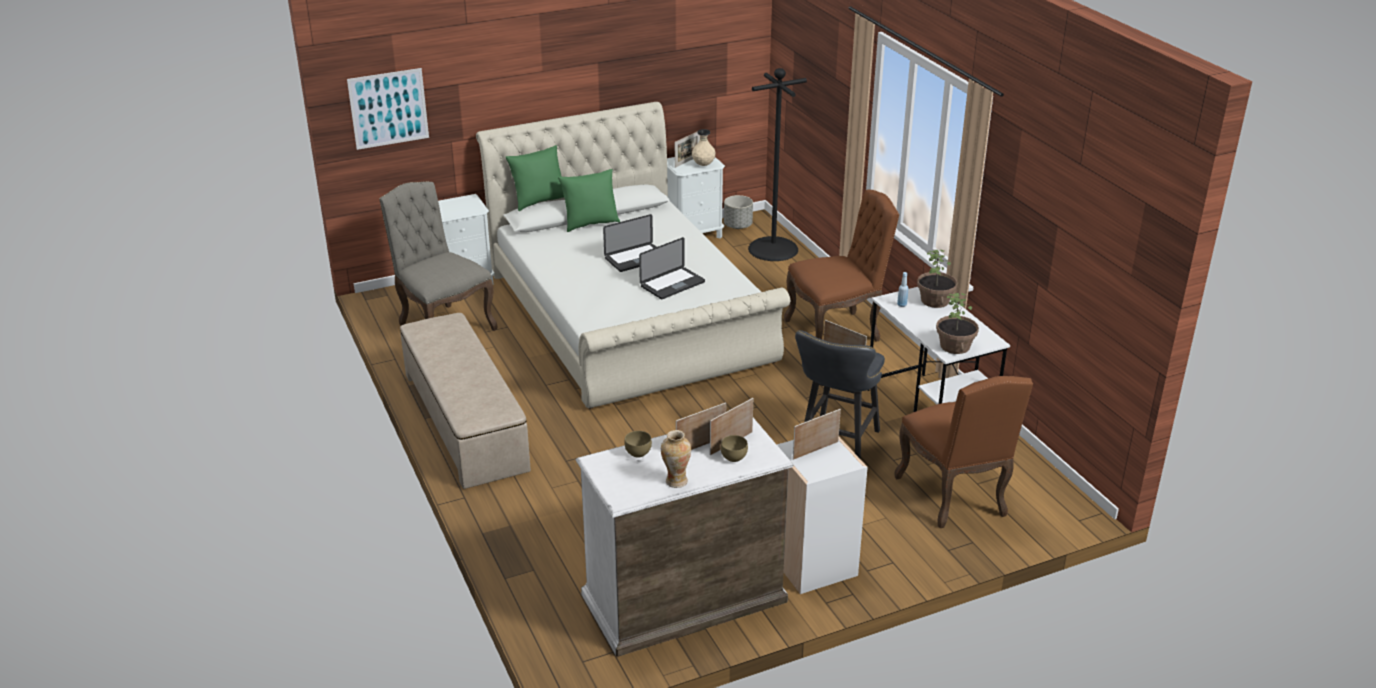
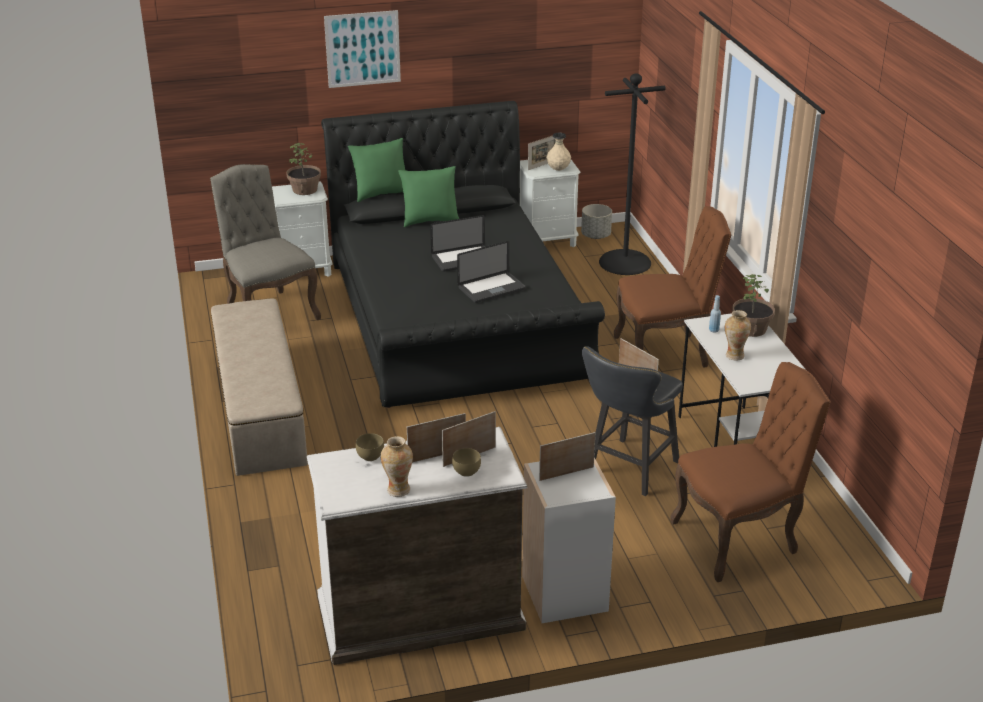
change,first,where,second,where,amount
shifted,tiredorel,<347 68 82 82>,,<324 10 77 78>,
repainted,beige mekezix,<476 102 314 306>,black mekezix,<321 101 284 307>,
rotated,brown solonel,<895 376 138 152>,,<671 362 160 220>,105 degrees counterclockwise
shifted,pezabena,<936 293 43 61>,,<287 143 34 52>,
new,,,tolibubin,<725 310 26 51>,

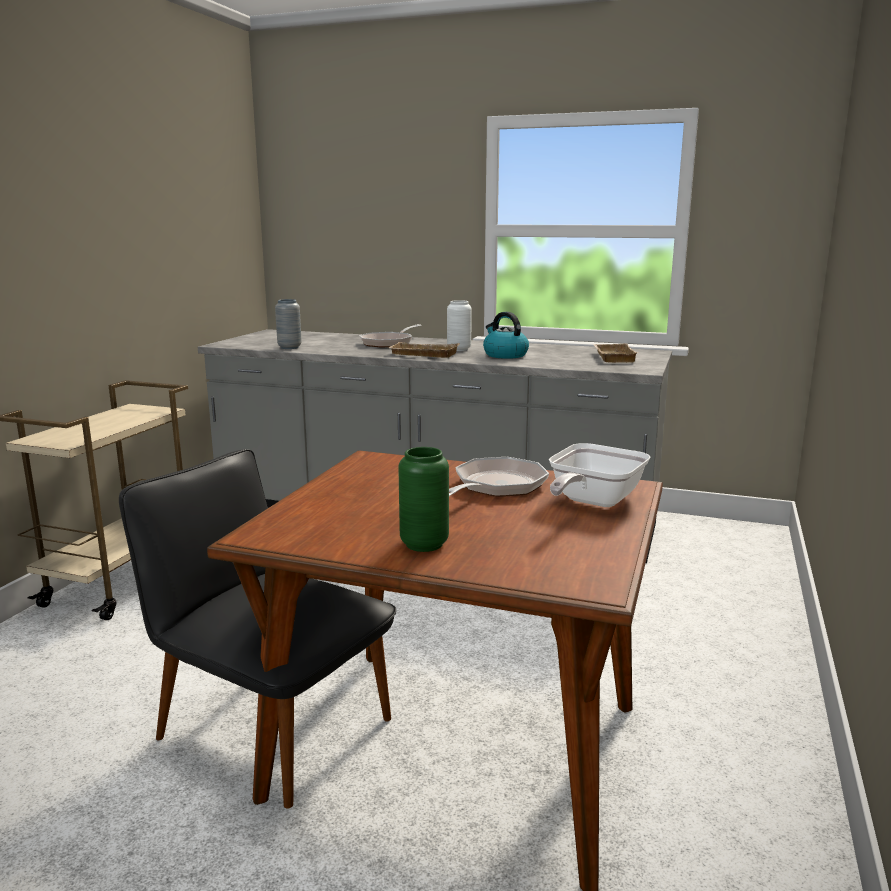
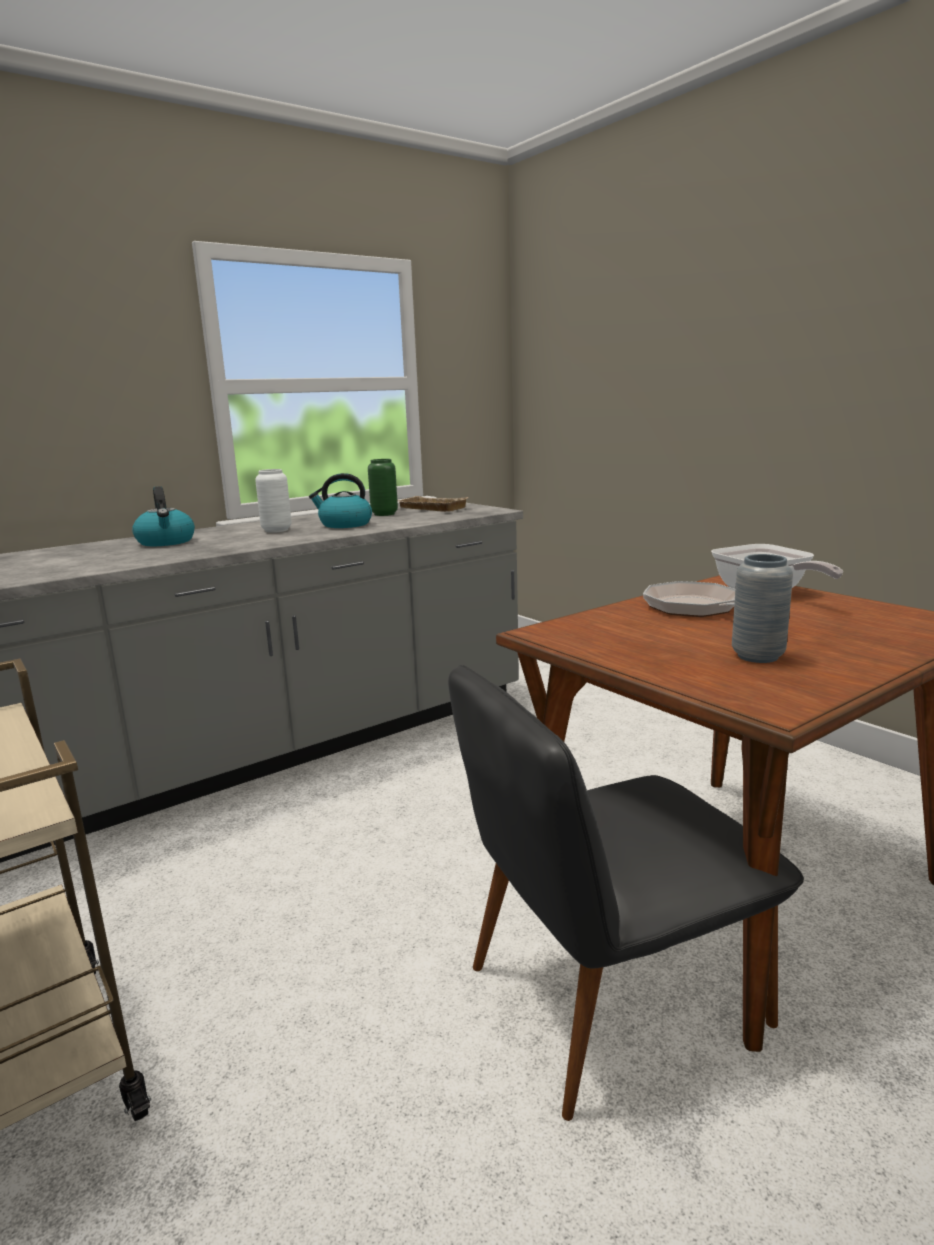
change,first,where,second,where,amount
shifted,grey tolibubin,<275 299 27 50>,,<732 554 61 109>,
swapped,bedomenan,<359 324 63 24>,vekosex,<132 486 63 60>,
gone,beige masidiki,<388 342 72 16>,,,
shifted,green tolibubin,<398 447 51 105>,,<368 459 30 57>,

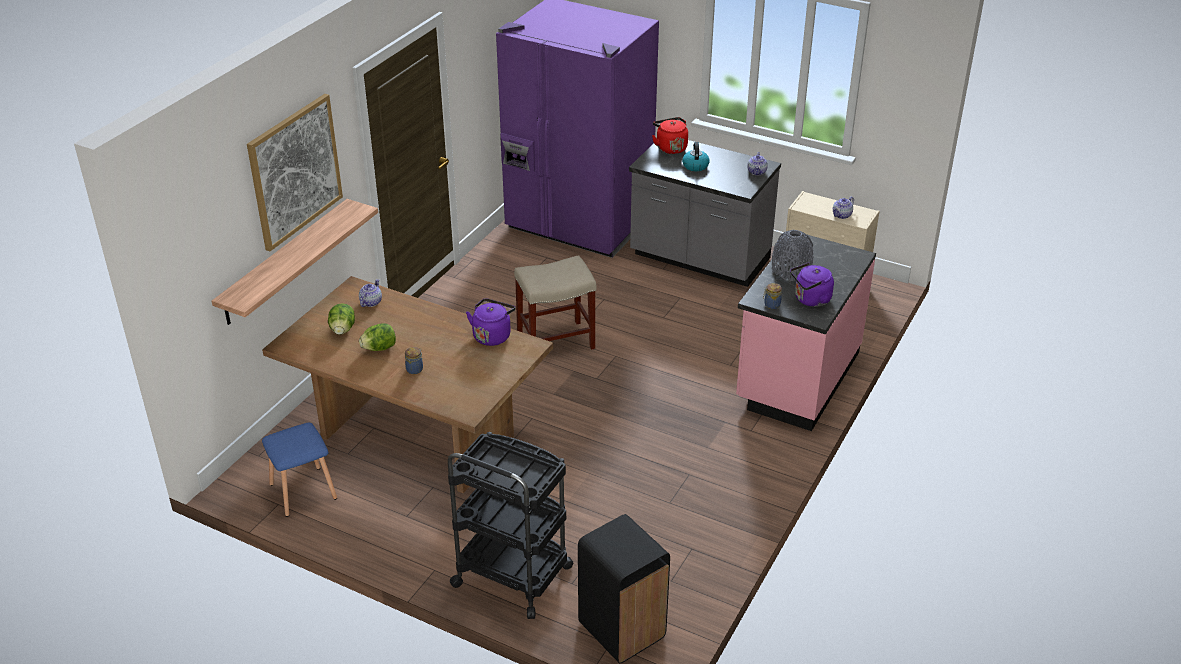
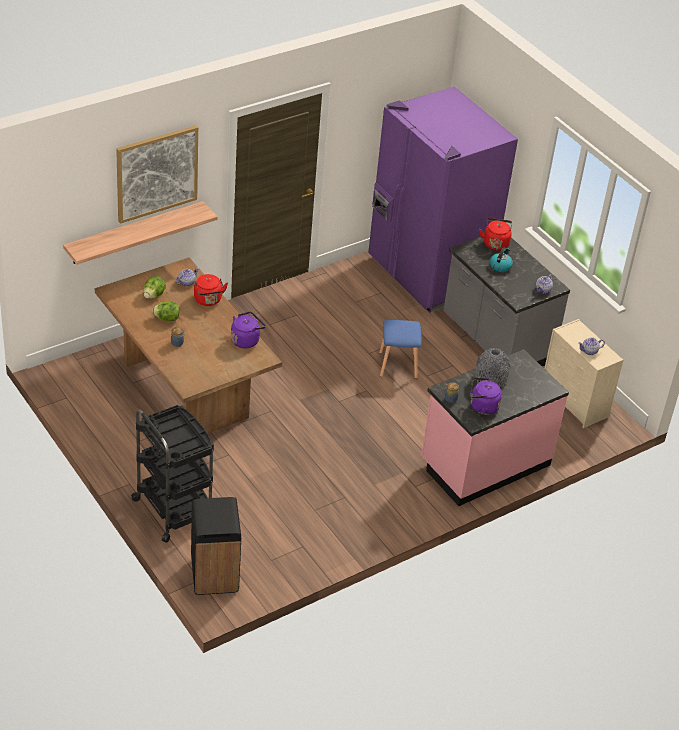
change,first,where,second,where,amount
shifted,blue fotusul,<262 423 75 94>,,<379 320 43 59>,
gone,beige fotusul,<514 255 83 95>,,,
new,,,red vekosex,<194 274 34 32>,

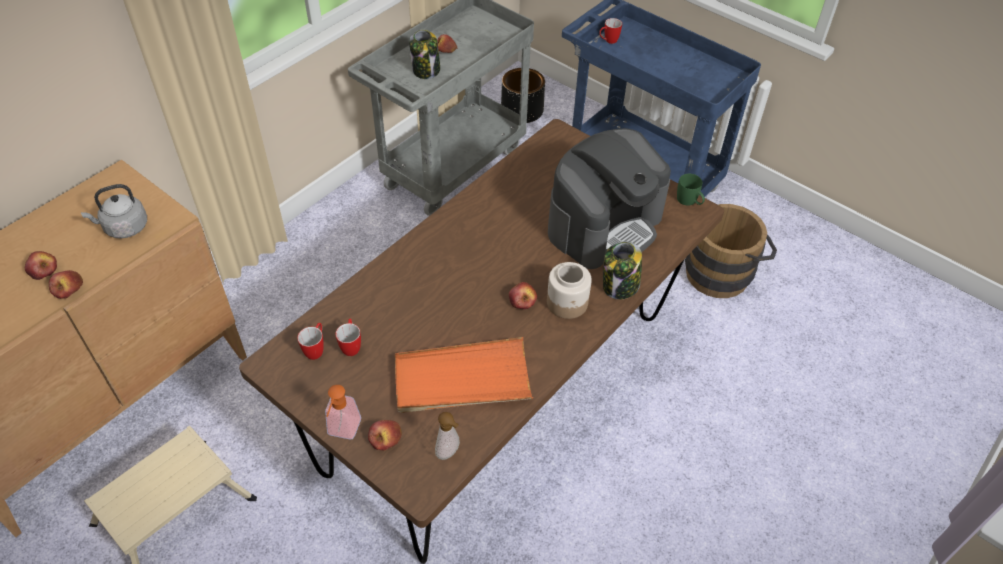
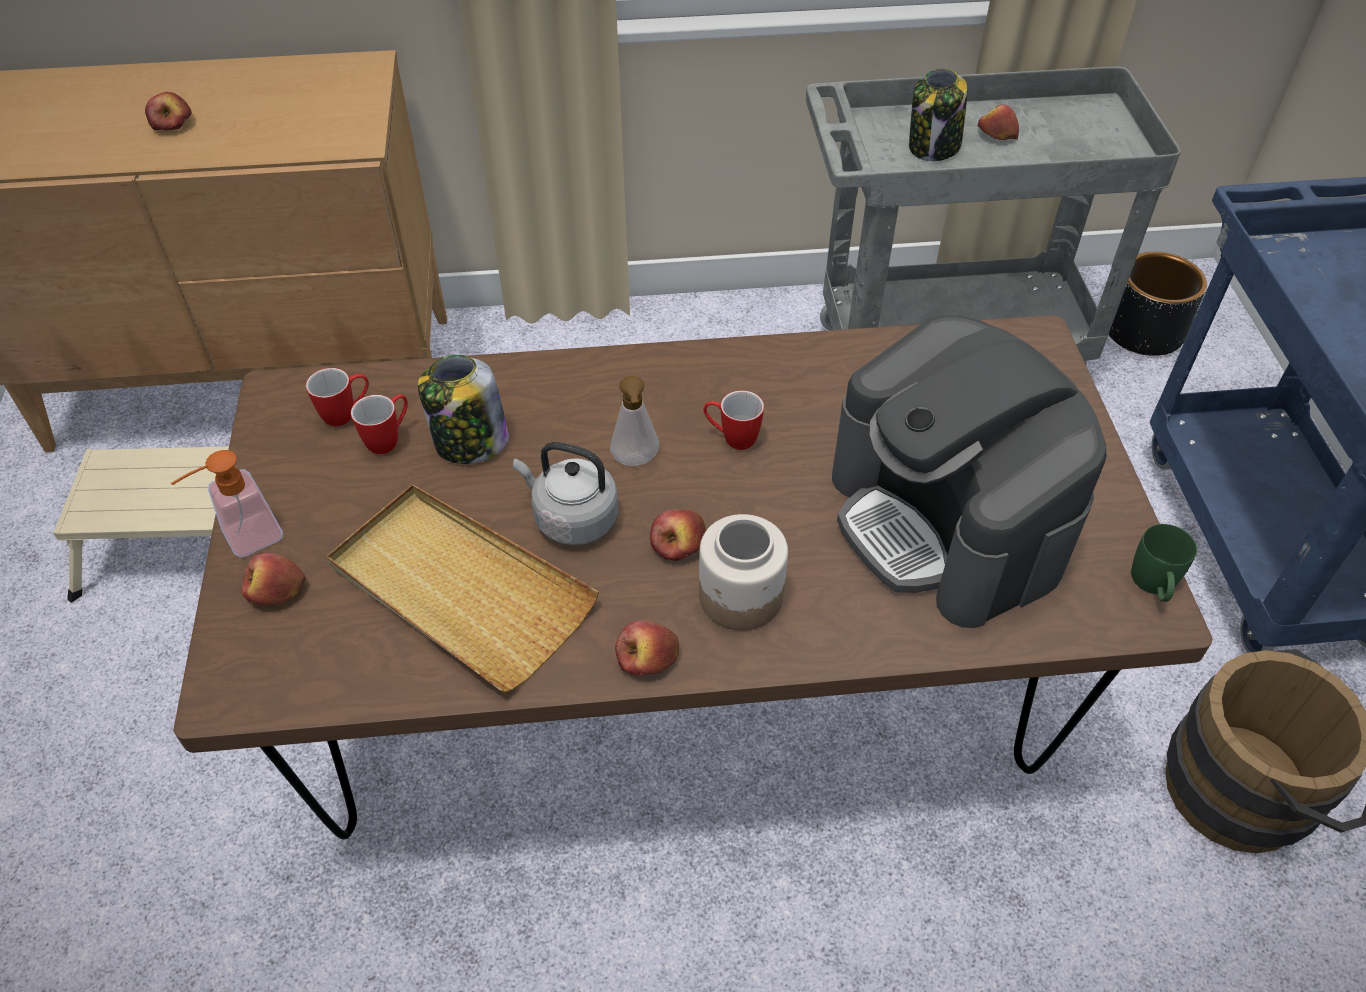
change,first,where,second,where,amount
shifted,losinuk,<49 270 34 29>,,<615 620 64 56>,
shifted,grey vekosex,<81 184 66 54>,,<513 442 106 103>,
repainted,orange masidiki,<395 337 138 76>,beige masidiki,<326 484 273 209>,
shifted,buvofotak,<435 412 25 48>,,<610 376 49 90>,
rotated,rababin,<548 128 123 141>,,<832 315 275 313>,60 degrees clockwise
shifted,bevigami,<599 18 23 26>,,<704 390 60 60>,
shifted,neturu,<603 242 39 57>,,<418 355 91 109>,

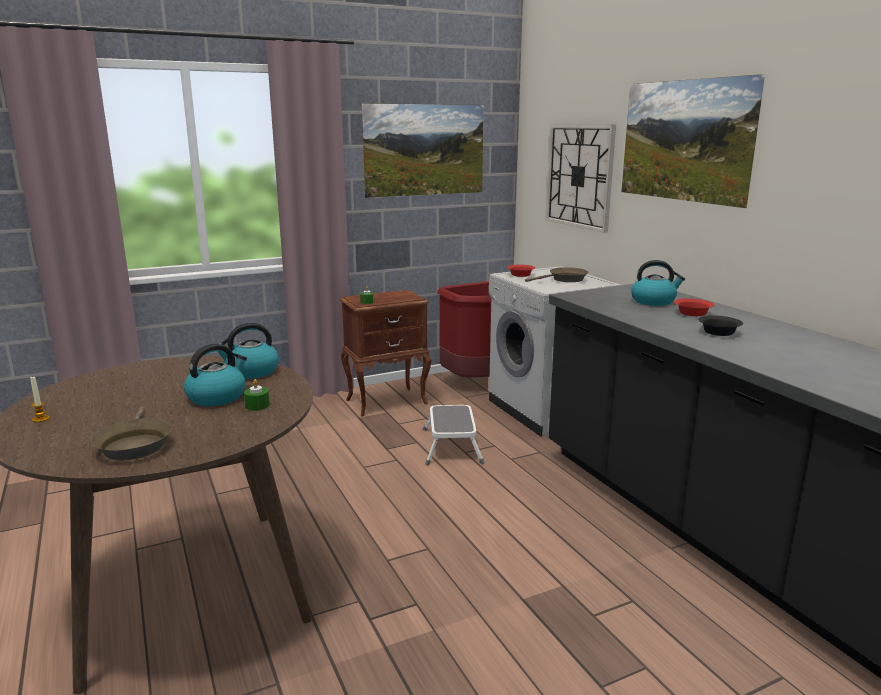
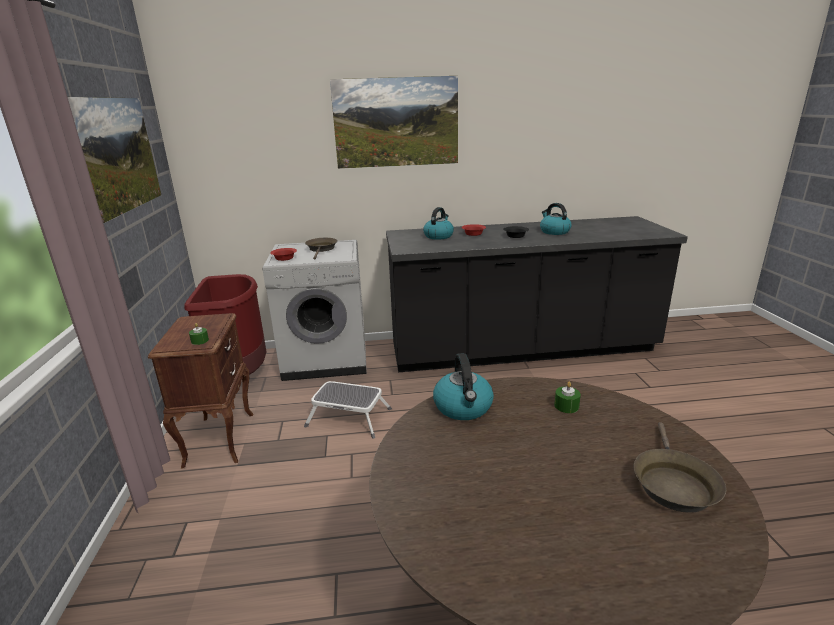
change,first,where,second,where,amount
gone,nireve,<30 376 20 46>,,,
rotated,brown bedomenan,<91 406 81 54>,,<634 422 92 91>,105 degrees clockwise
shifted,vekosex,<184 344 63 62>,,<540 203 32 32>,
gone,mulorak,<546 124 70 109>,,,

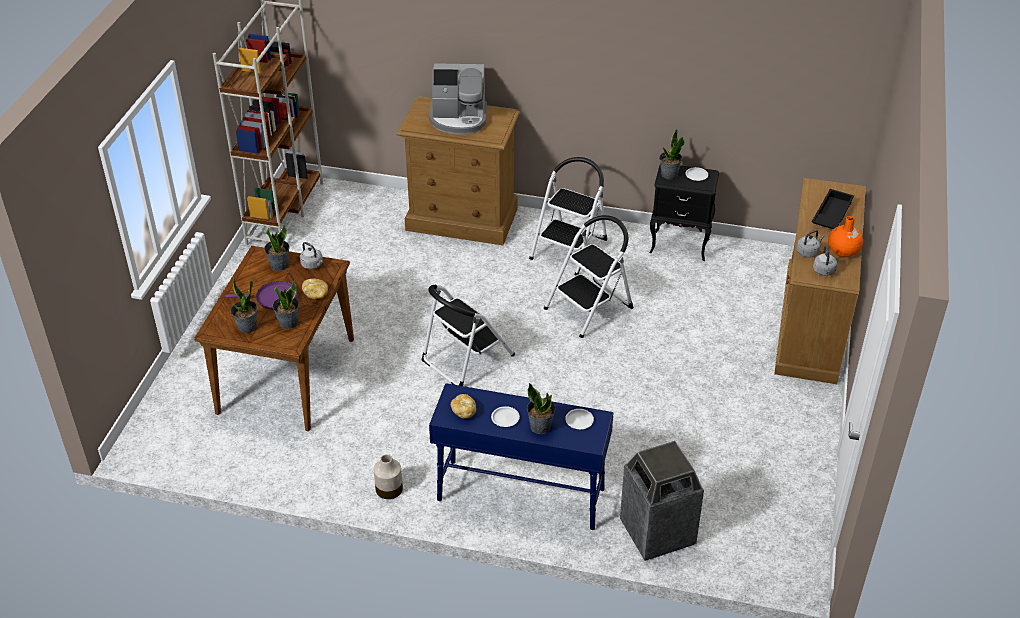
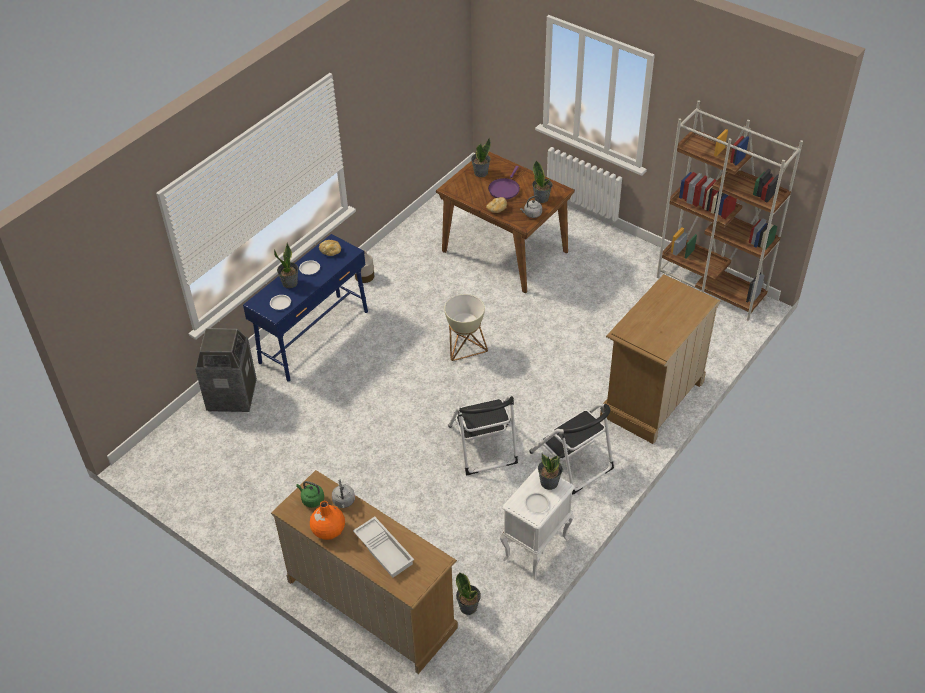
change,first,where,second,where,amount
shifted,pezabena,<272 281 27 48>,,<456 572 25 43>,
swapped,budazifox,<422 285 93 101>,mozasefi,<444 294 44 67>,
gone,rababin,<429 63 58 71>,,,
repainted,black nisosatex,<650 165 69 96>,white nisosatex,<500 467 75 113>,
repainted,black masidiki,<812 189 42 40>,white masidiki,<353 517 61 61>,
repainted,grey vekosex,<813 246 24 30>,green vekosex,<296 481 28 27>,

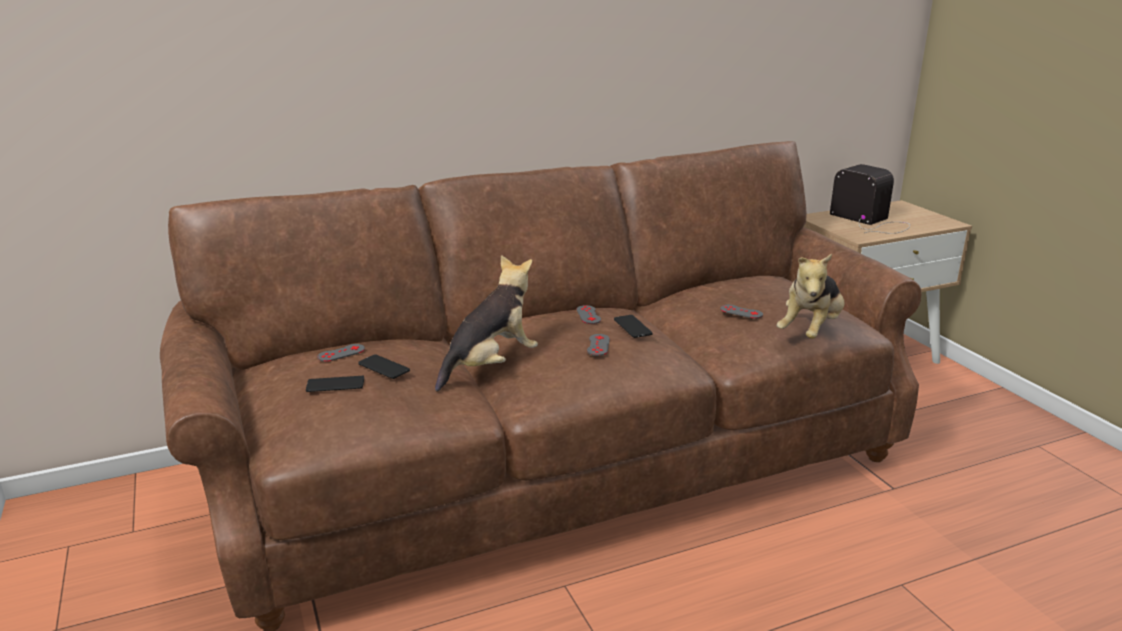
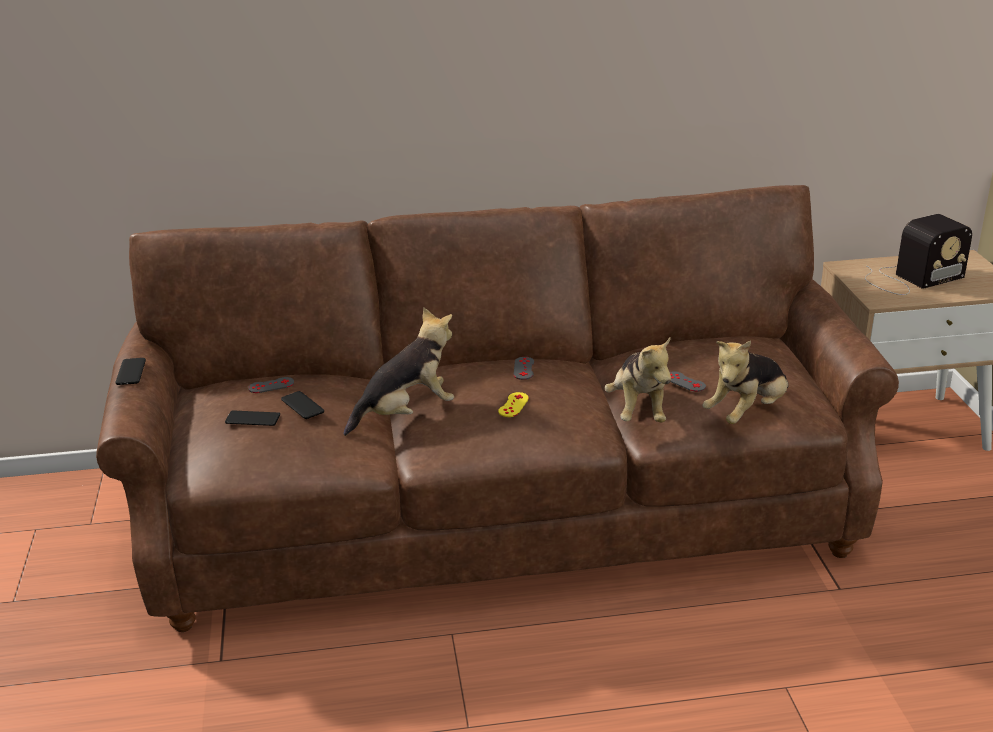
change,first,where,second,where,amount
repainted,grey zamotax,<587 334 23 22>,yellow zamotax,<498 392 31 25>,
shifted,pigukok,<614 315 39 23>,,<115 358 31 27>,
rotated,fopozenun,<830 164 80 70>,,<865 214 107 81>,90 degrees clockwise
new,,,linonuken,<605 336 66 86>,

